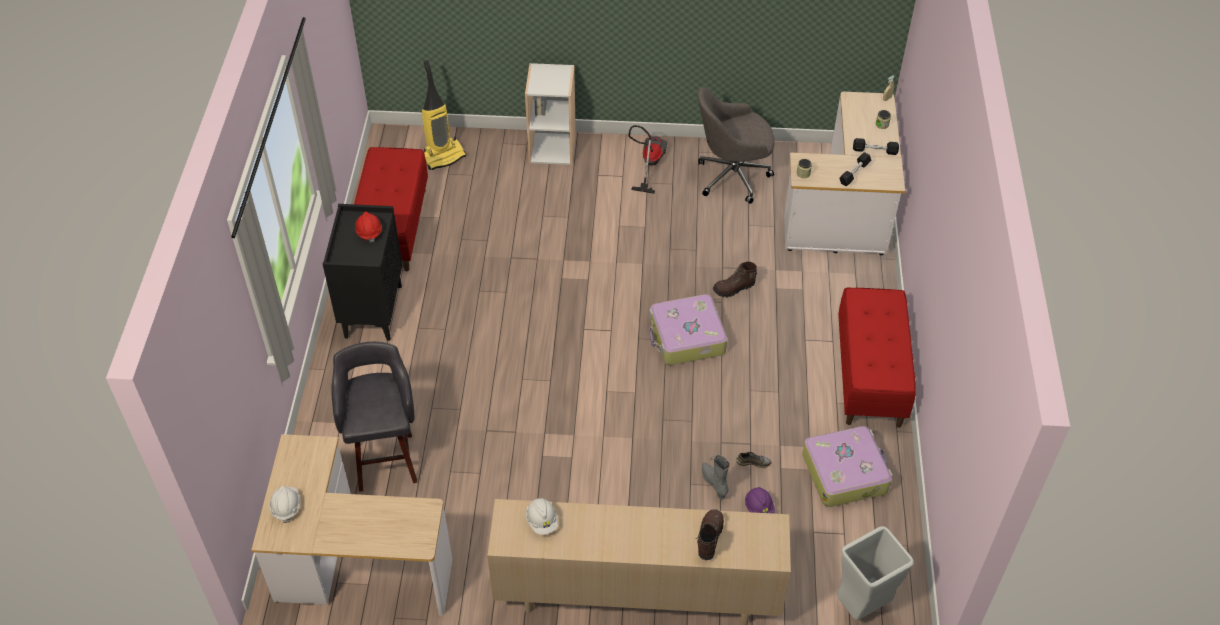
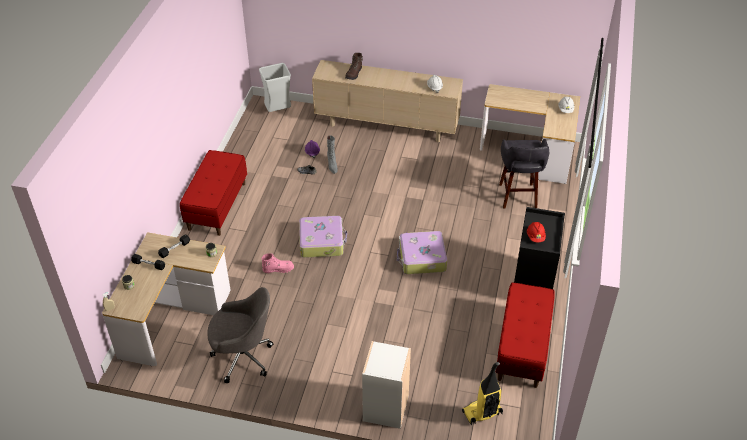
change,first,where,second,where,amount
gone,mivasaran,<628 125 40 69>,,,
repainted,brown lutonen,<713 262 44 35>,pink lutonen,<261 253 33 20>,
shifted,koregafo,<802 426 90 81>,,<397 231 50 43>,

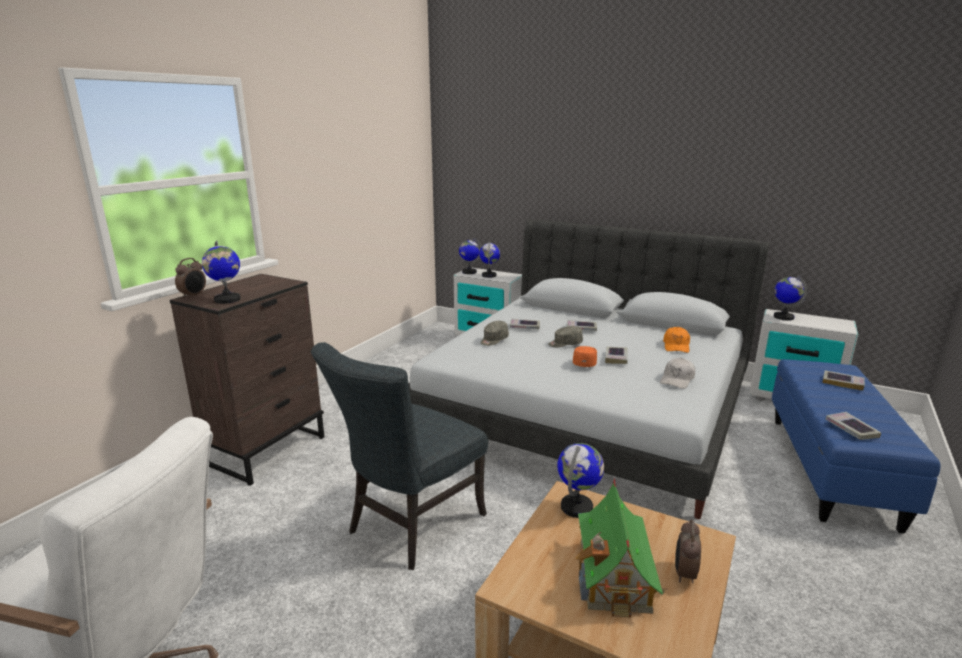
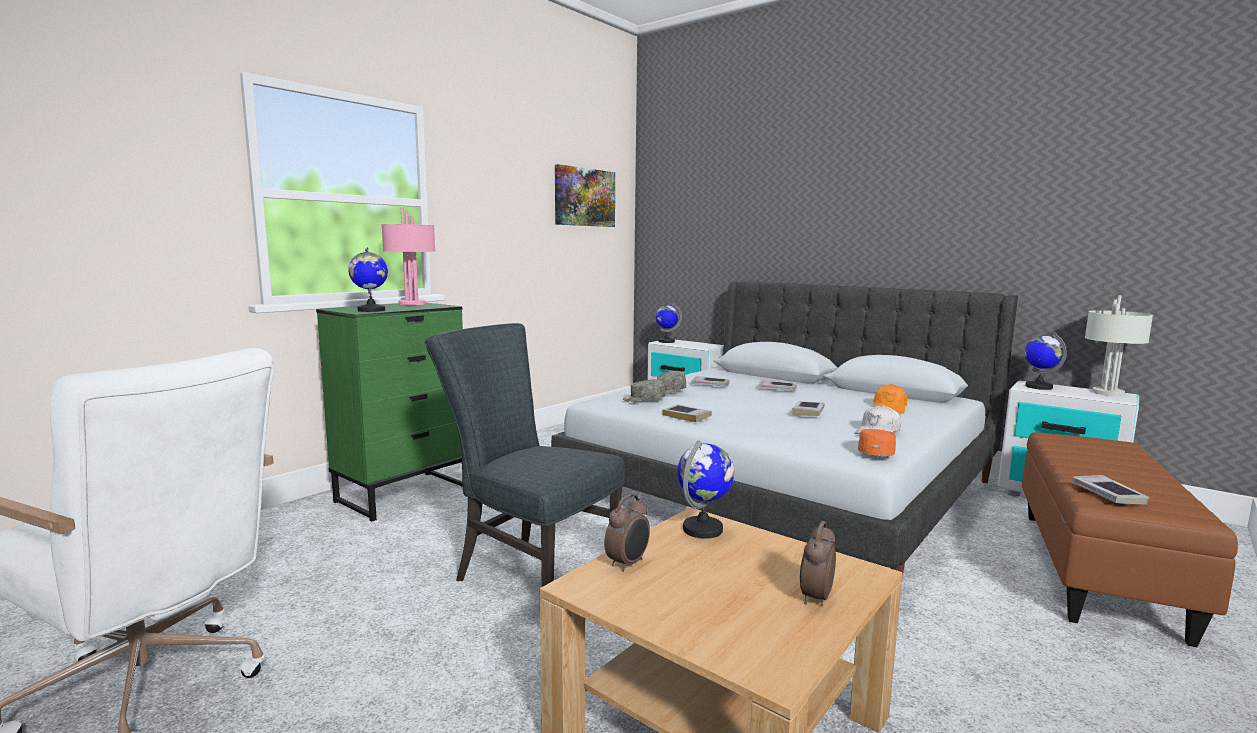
change,first,where,second,where,amount
repainted,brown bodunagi,<170 274 154 212>,green bodunagi,<316 303 147 219>,
shifted,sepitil,<175 258 31 41>,,<604 494 46 78>,
rotated,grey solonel,<311 342 177 228>,,<424 323 201 264>,75 degrees clockwise
gone,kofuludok,<479 242 21 36>,,,
shifted,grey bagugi,<548 326 35 21>,,<623 379 42 23>,
shifted,orange bagugi,<573 346 24 21>,,<858 429 38 27>,
gone,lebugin,<576 478 92 140>,,,
repainted,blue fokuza,<772 359 168 175>,brown fokuza,<1022 432 216 215>,
shifted,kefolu,<822 370 43 21>,,<662 404 50 18>,
new,,,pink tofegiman,<381 208 54 97>,
new,,,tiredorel,<555 164 60 63>,
new,,,grey tofegiman,<1085 295 68 101>,

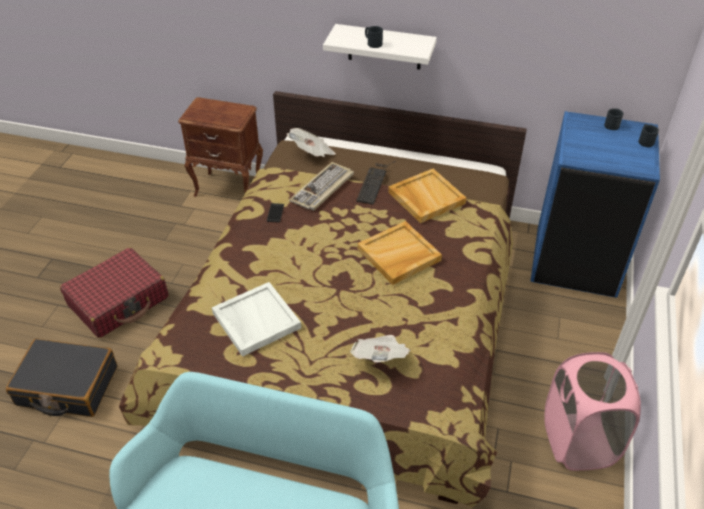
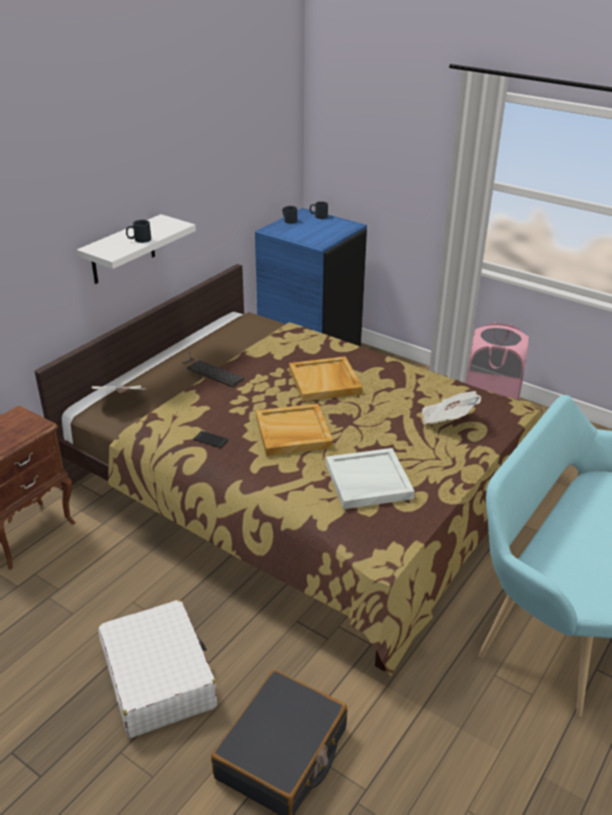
change,first,where,second,where,amount
repainted,red koregafo,<60 248 109 90>,white koregafo,<98 600 119 138>,
gone,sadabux,<289 162 65 49>,,,
shifted,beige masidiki,<388 169 79 54>,,<256 404 77 52>,

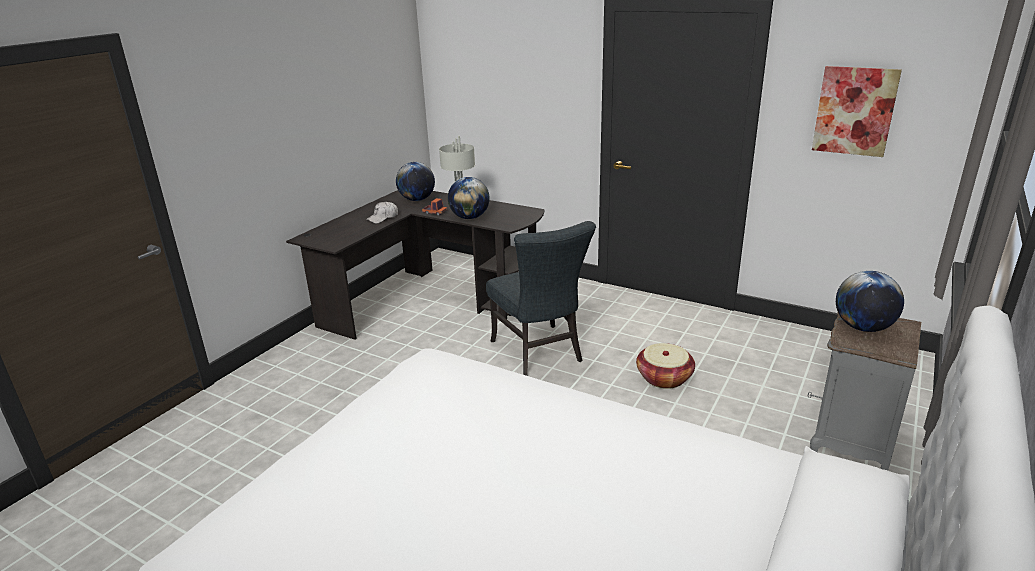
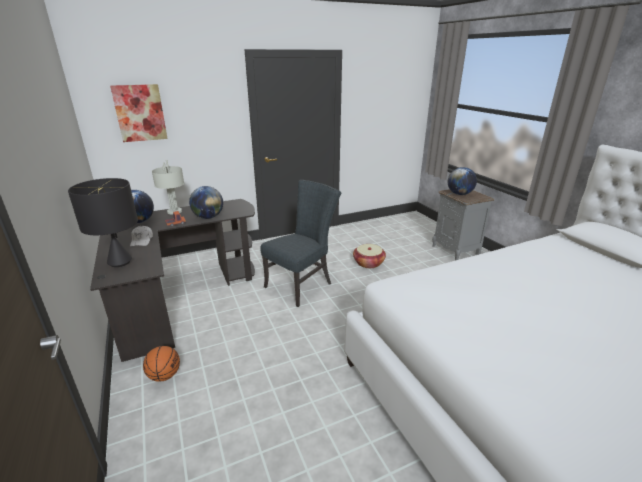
change,first,where,second,where,amount
rotated,grey solonel,<486 221 110 155>,,<260 180 81 127>,60 degrees counterclockwise
shifted,tiredorel,<812 66 90 91>,,<110 84 58 58>,
new,,,black tofegiman,<68 178 70 89>,
new,,,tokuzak,<143 346 37 36>,

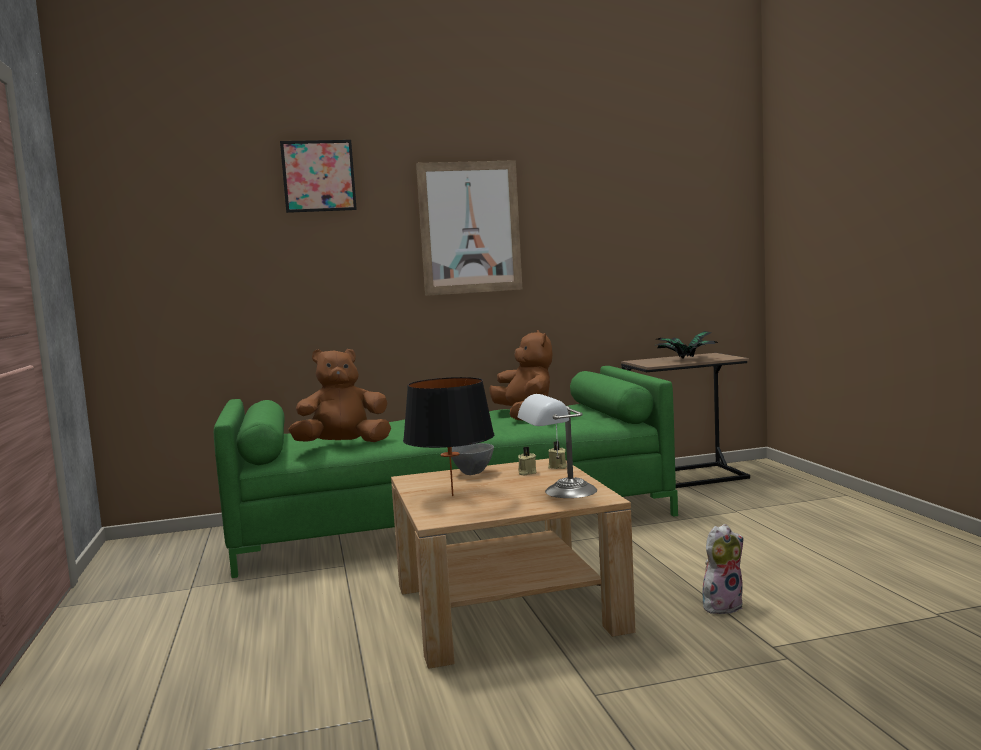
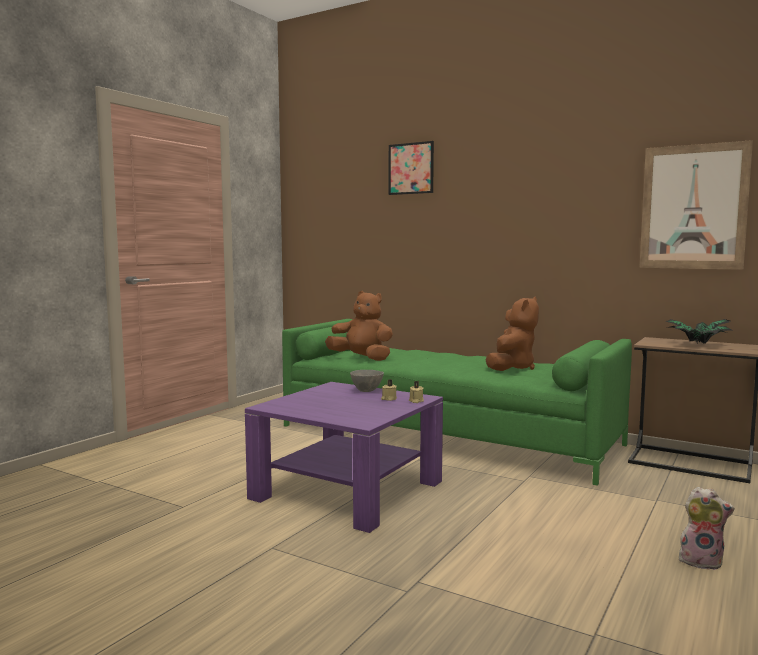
change,first,where,second,where,amount
repainted,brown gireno,<391 458 245 211>,purple gireno,<245 382 198 151>,
gone,black tofegiman,<403 377 91 119>,,,
shifted,tiredorel,<416 160 107 136>,,<639 140 114 130>,
gone,white tofegiman,<518 394 79 104>,,,
shifted,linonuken,<702 524 42 90>,,<679 487 56 83>,

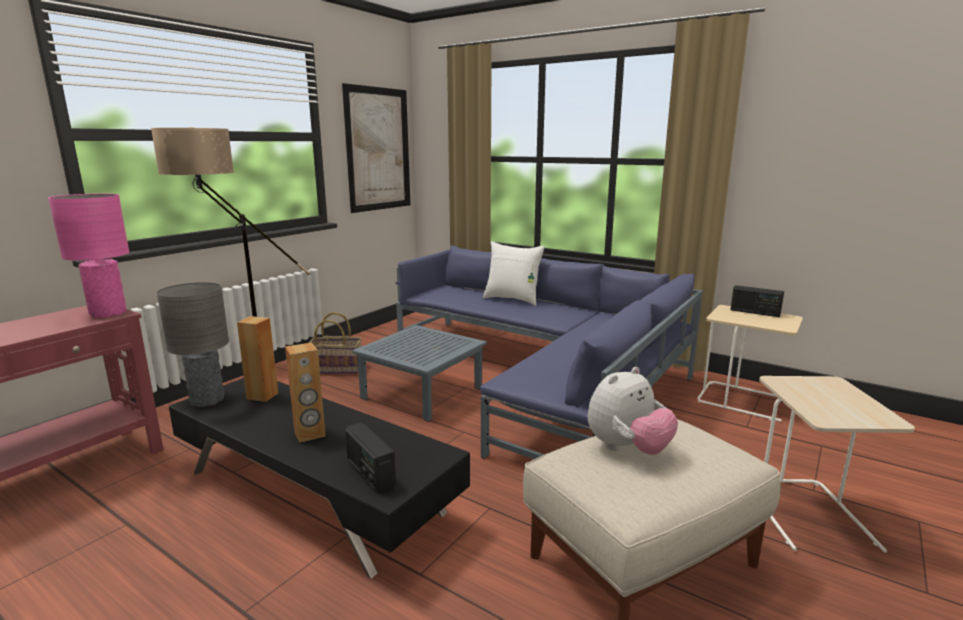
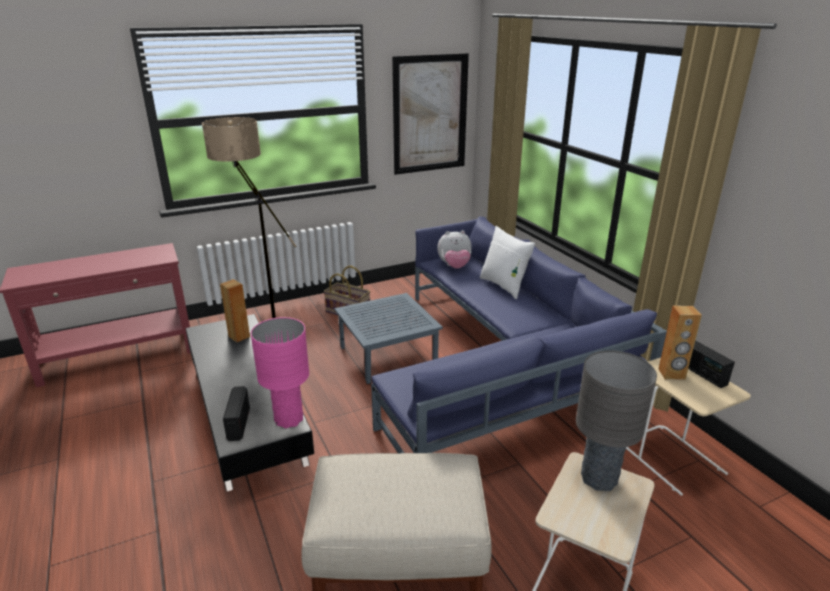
change,first,where,second,where,amount
shifted,pink tofegiman,<48 193 81 125>,,<251 317 58 111>,
shifted,grey tofegiman,<157 282 72 125>,,<576 350 81 141>,
shifted,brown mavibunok,<285 342 41 101>,,<658 306 44 74>,
shifted,linonuken,<588 367 90 88>,,<437 230 35 39>,

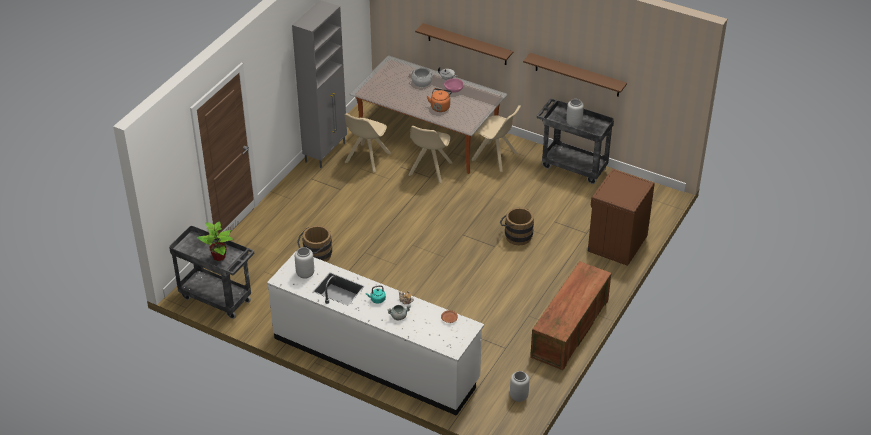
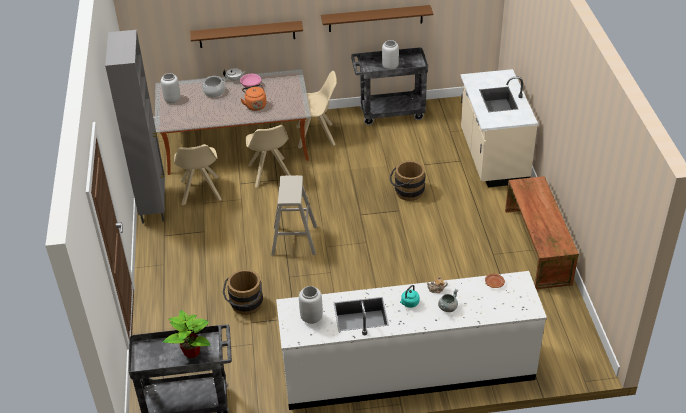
change,first,where,second,where,amount
shifted,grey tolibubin,<510 371 19 31>,,<161 73 20 31>,
swapped,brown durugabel,<588 169 67 97>,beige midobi,<461 69 77 118>,
new,,,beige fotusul,<271 175 46 81>,

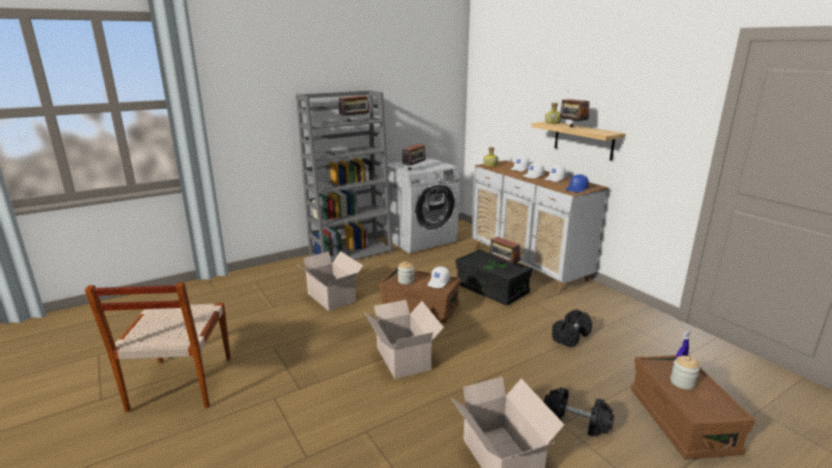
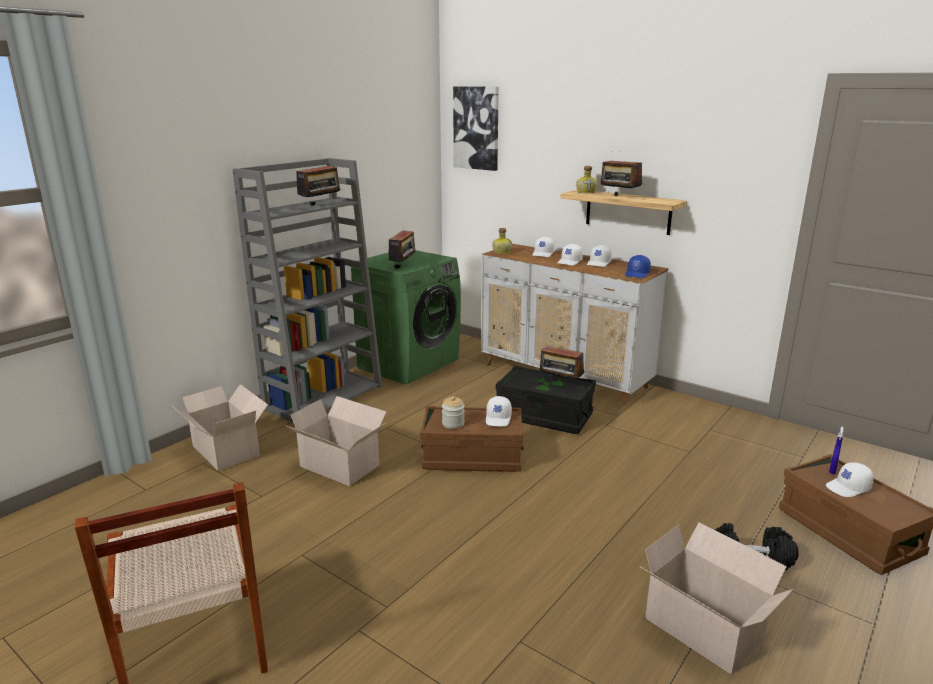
change,first,where,second,where,amount
shifted,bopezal,<364 300 80 79>,,<170 384 98 87>,
repainted,white durugabel,<383 158 77 95>,green durugabel,<350 250 111 135>,
gone,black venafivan,<552 309 40 39>,,,
swapped,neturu,<670 356 30 34>,white bagugi,<826 462 48 35>,
new,,,tiredorel,<453 86 46 85>,

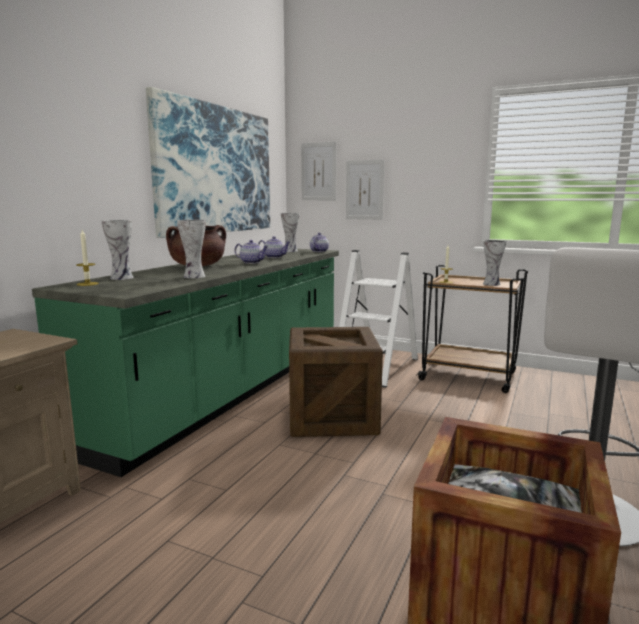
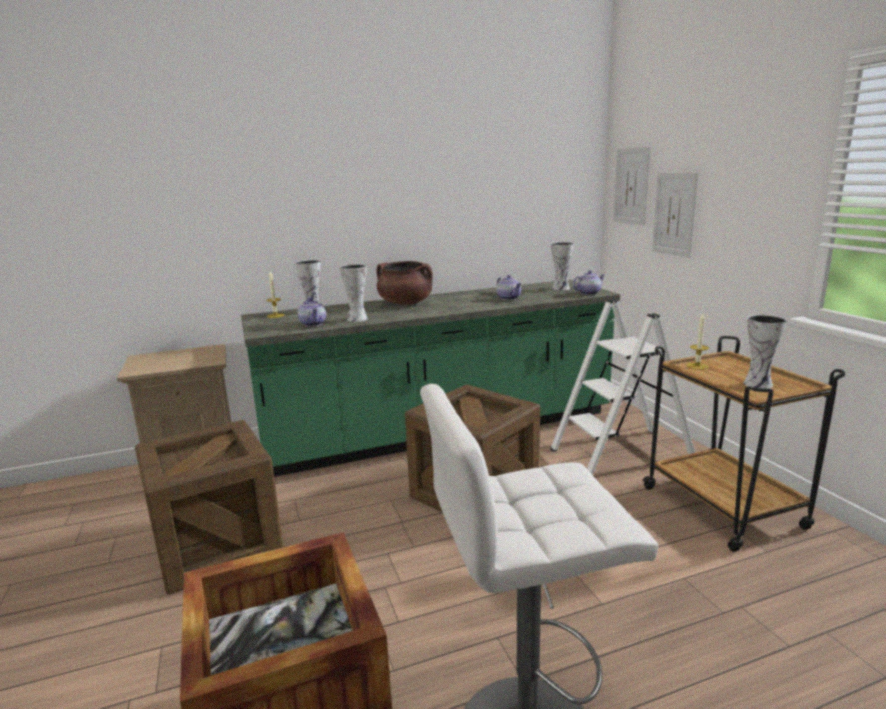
change,first,where,second,where,amount
gone,tiredorel,<146 87 124 151>,,,
shifted,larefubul,<235 240 34 24>,,<298 298 28 29>,
new,,,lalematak,<135 420 149 175>,

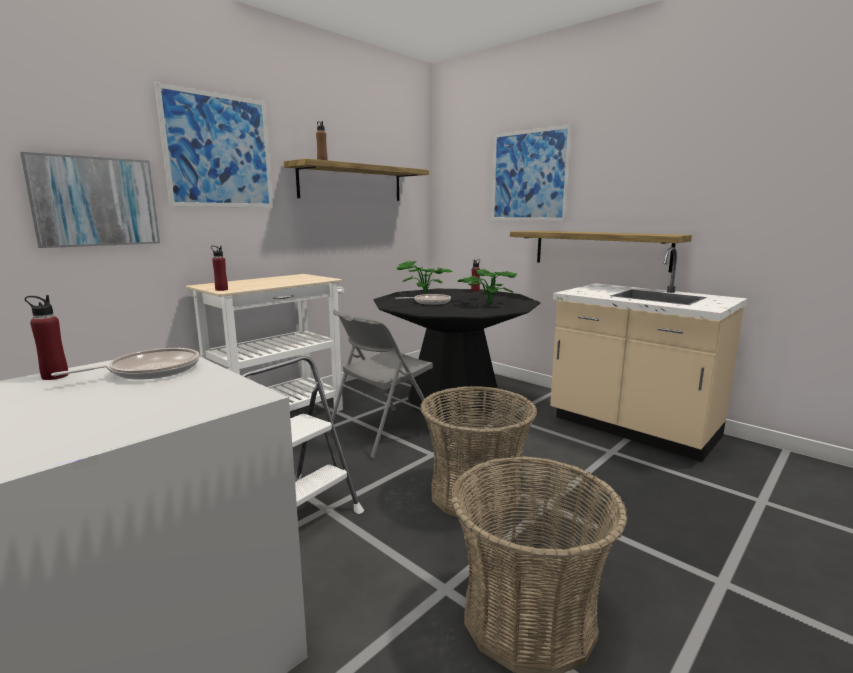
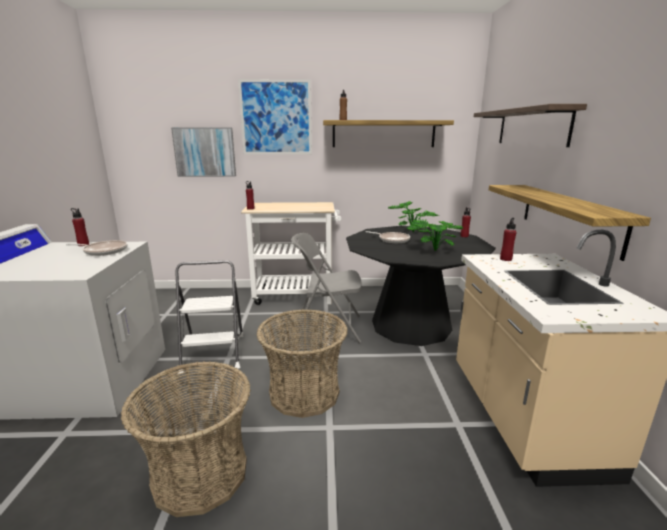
change,first,where,second,where,amount
swapped,tiredorel,<491 124 82 97>,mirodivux,<474 104 113 43>,
new,,,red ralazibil,<500 218 17 43>,

